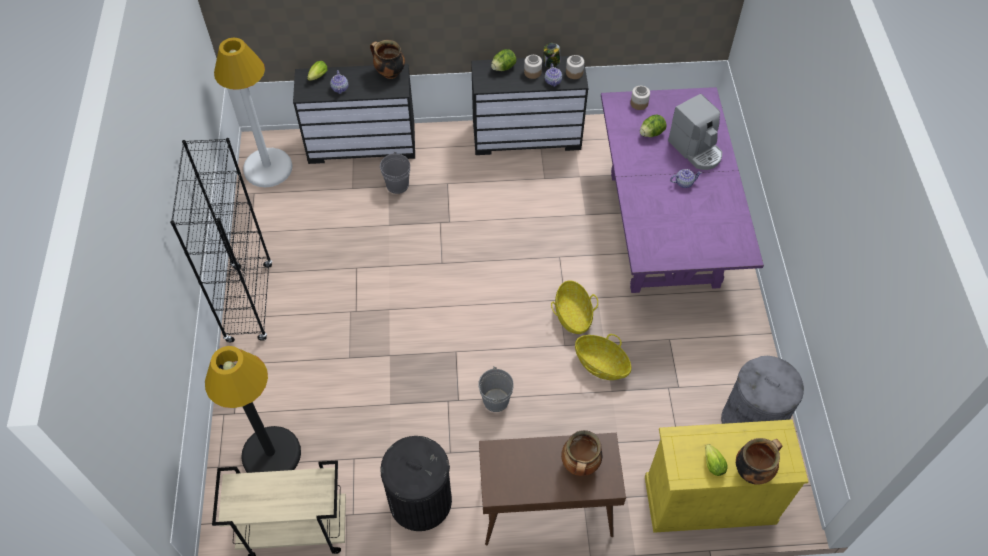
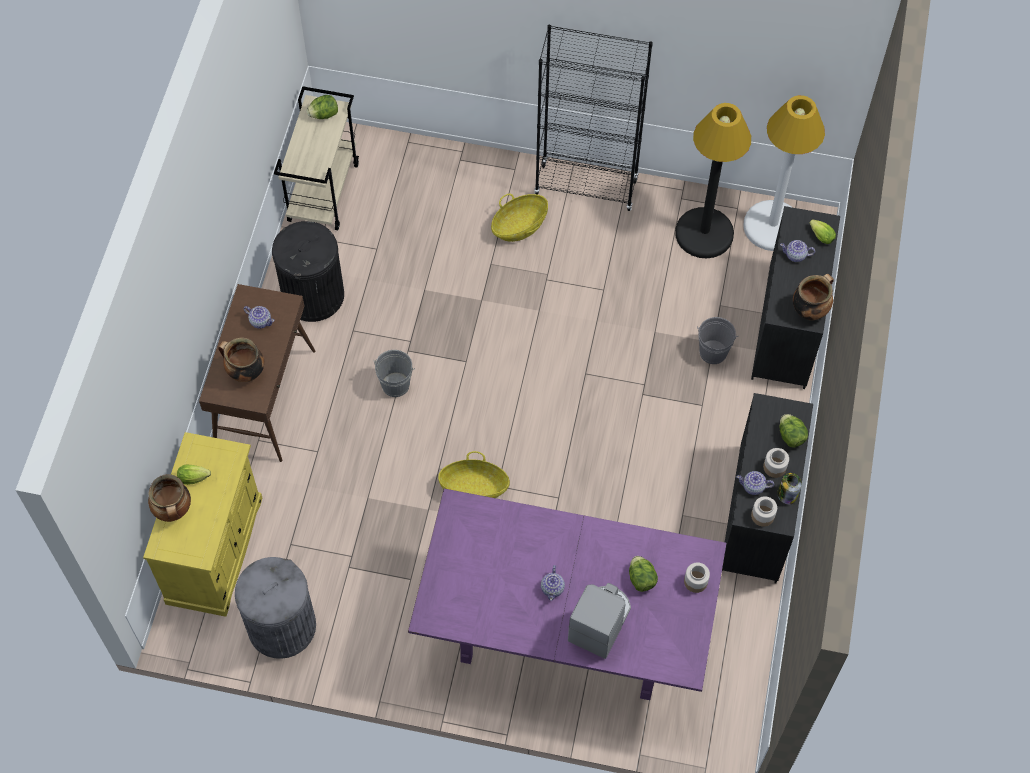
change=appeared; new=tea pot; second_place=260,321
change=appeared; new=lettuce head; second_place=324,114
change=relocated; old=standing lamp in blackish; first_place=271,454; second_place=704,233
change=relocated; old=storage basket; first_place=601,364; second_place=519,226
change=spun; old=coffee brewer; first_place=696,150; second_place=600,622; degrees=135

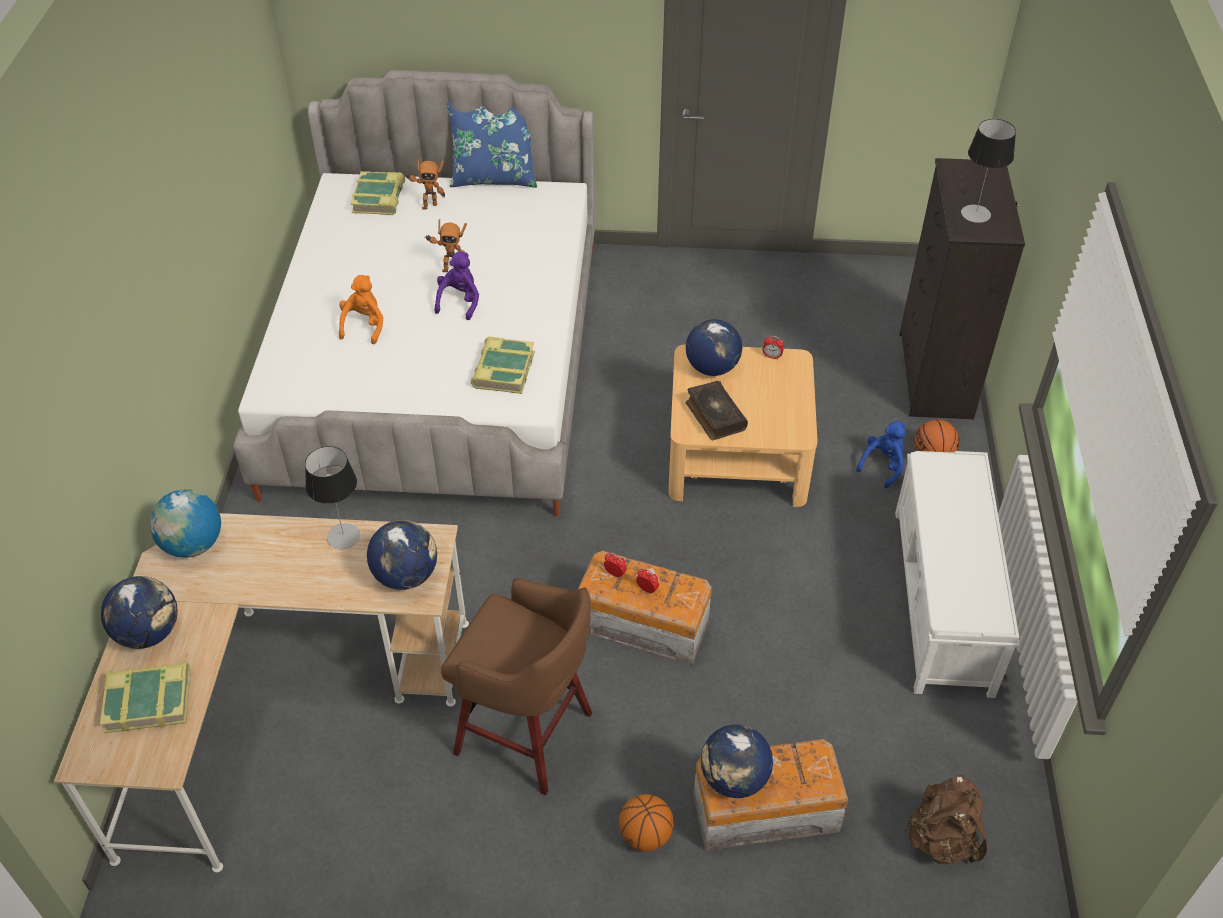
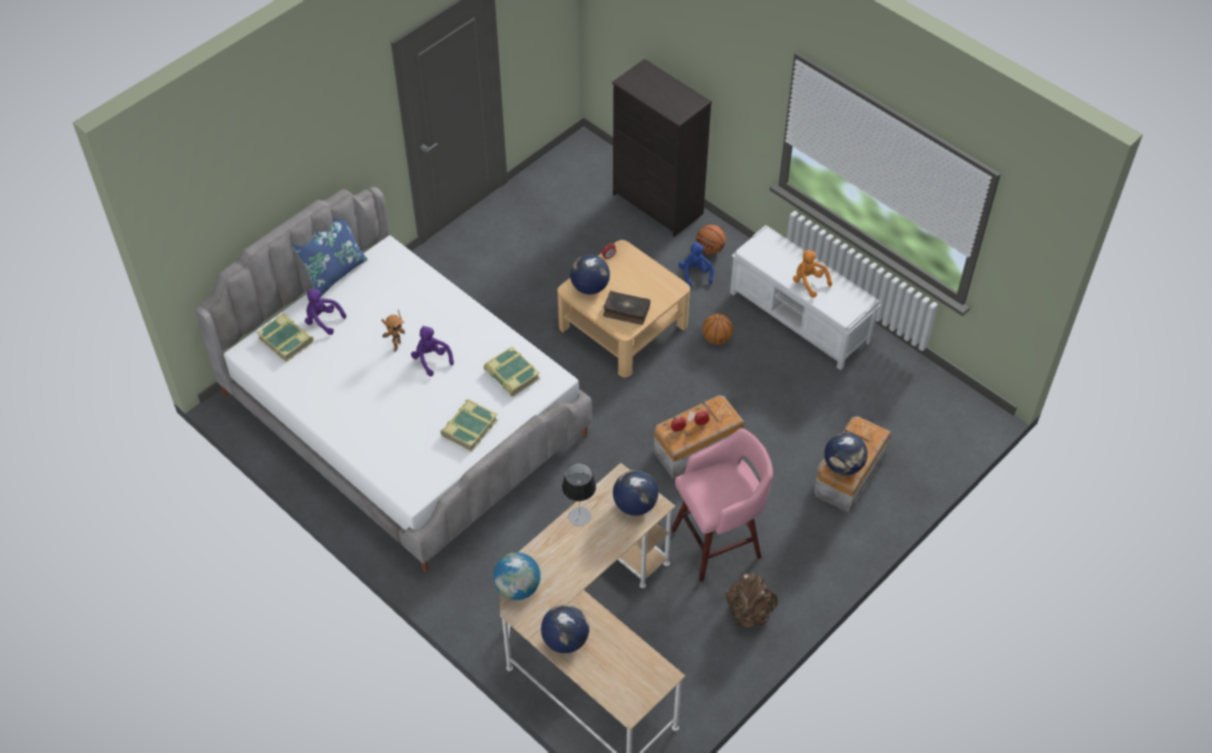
change=missing; old=table lamp; first_place=976,213
change=relocated; old=book; first_place=148,700; second_place=469,427
change=relocated; old=soft toy in orange-coloured; first_place=364,325; second_place=809,282
change=relocated; old=ball for basketball; first_place=645,835; second_place=716,338
change=relocated; old=rucksack in brownish; first_place=942,839; second_place=748,613
change=exchanged; old=model robot; new=soft toy in purple-coloured; first_place=428,205; second_place=323,320
change=colour; old=stool in brownish; new=stool in pink-coloured; first_place=527,735; second_place=719,542

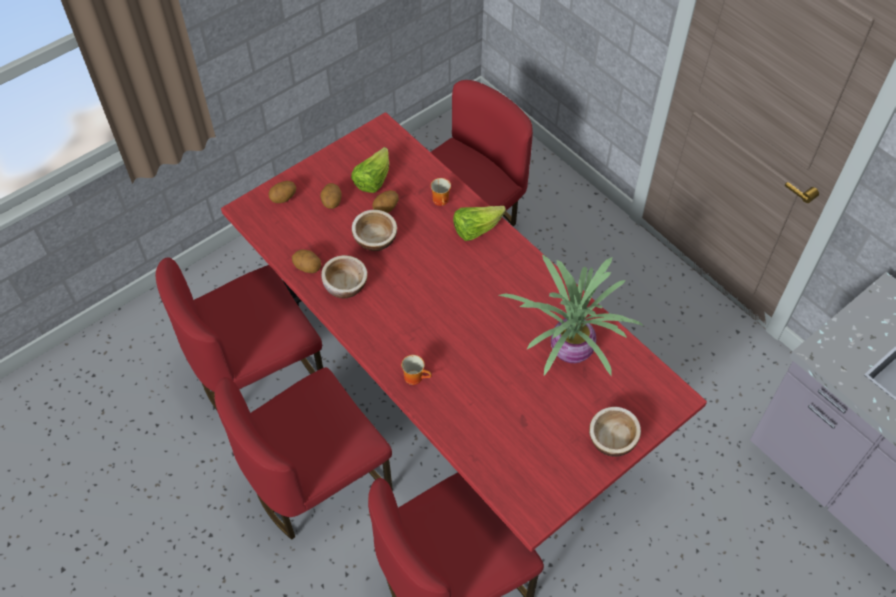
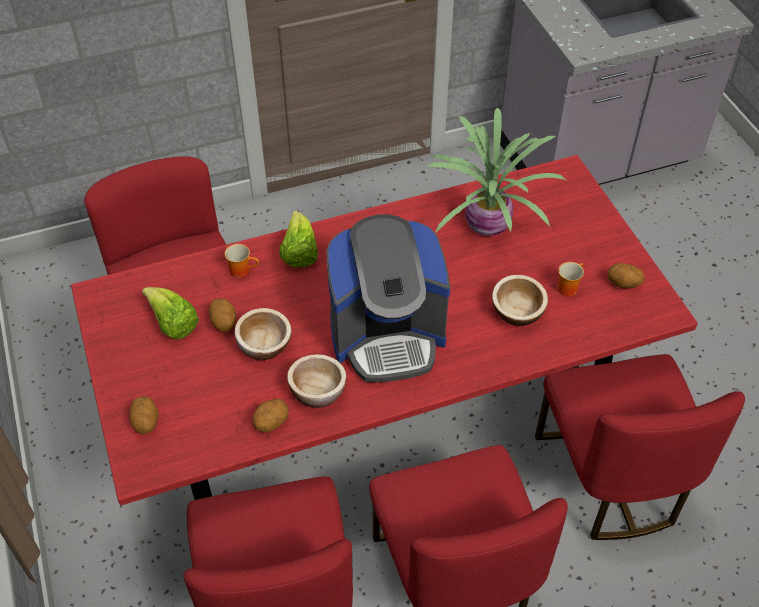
change=appeared; new=coffee brewer; second_place=387,336
change=relocated; old=spud; first_place=331,202; second_place=623,284
change=relocated; old=coffee mug; first_place=416,376; second_place=567,286
change=relocated; old=bowl; first_place=612,439; second_place=517,312

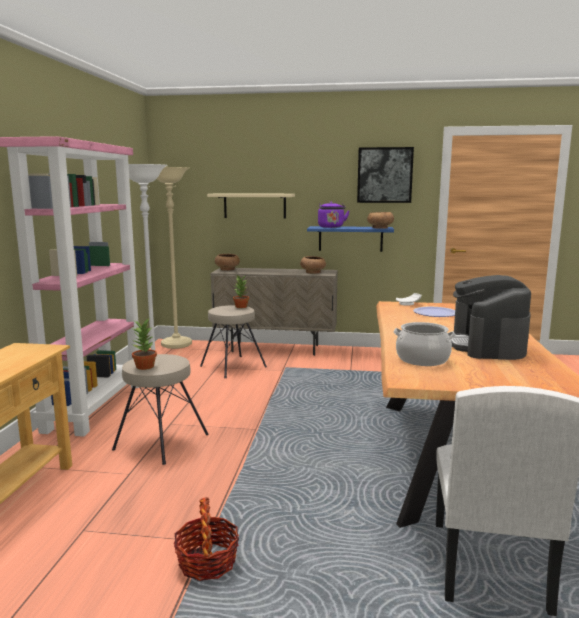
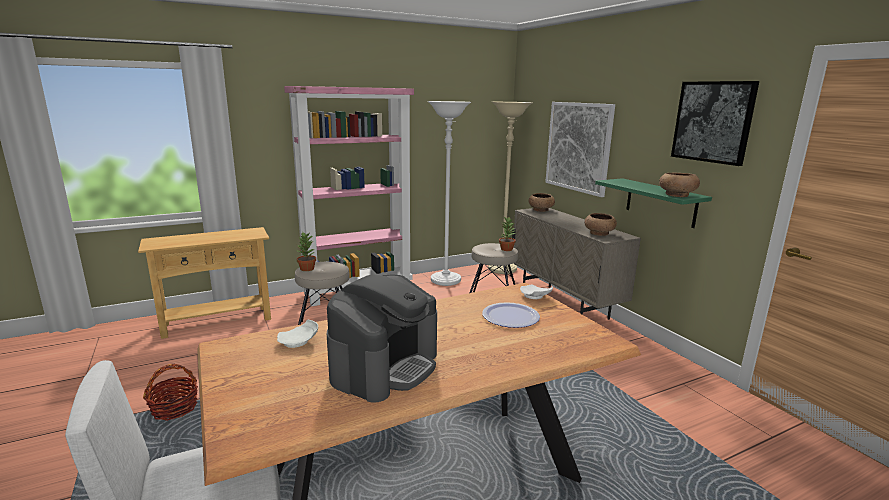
change=missing; old=water kettle in purple-coloured; first_place=331,227
change=exchanged; old=wall shelf in beige-coloured; new=picture; first_place=254,205; second_place=578,147
change=exchanged; old=saucepot; new=plate in white-coloured; first_place=422,359; second_place=299,342
change=colour; old=wall shelf in bluish; new=wall shelf in green; first_place=350,238; second_place=660,202
change=spun; old=coffee brewer; first_place=486,346; second_place=385,366; degrees=150

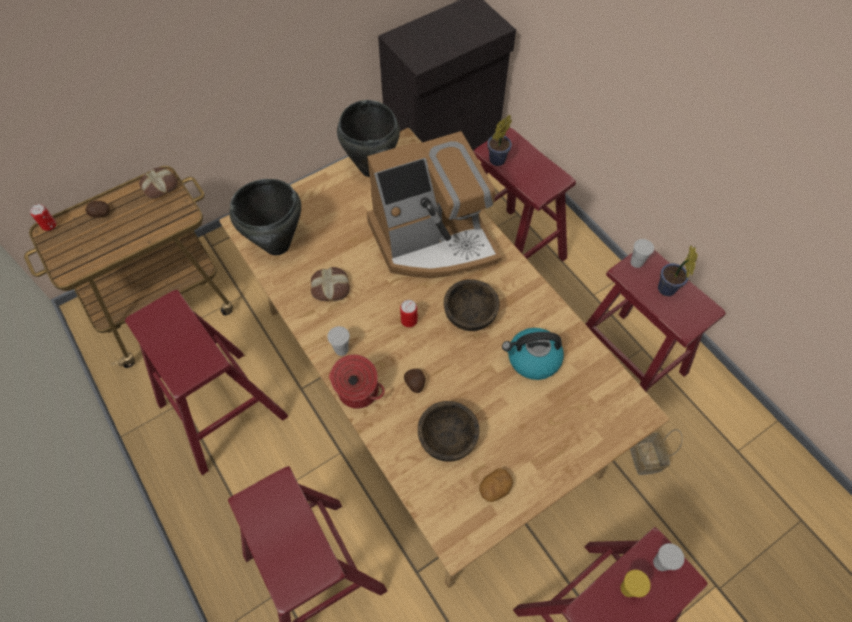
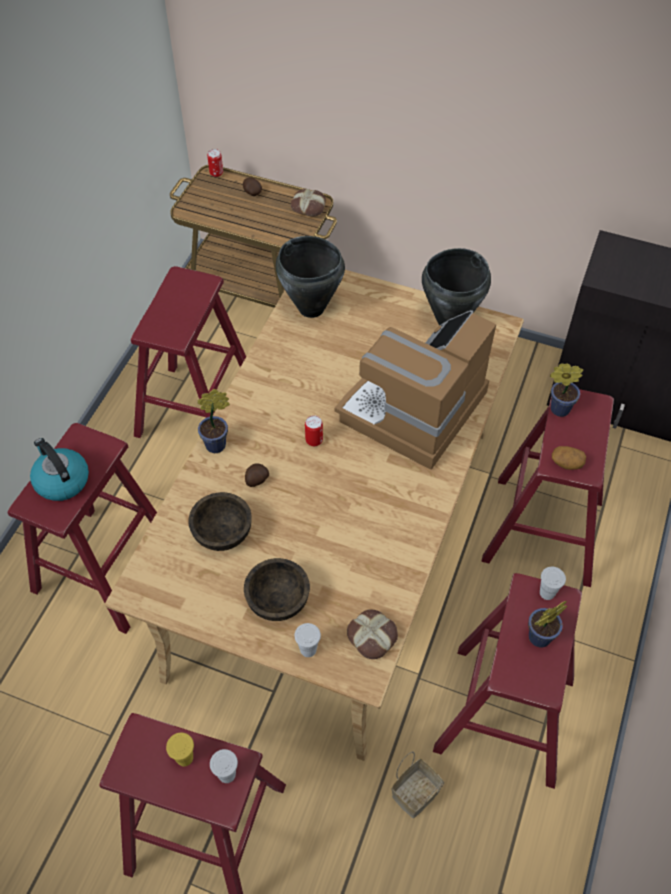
change=relocated; old=bread; first_place=330,287; second_place=373,636
change=relocated; old=drinking cup in white-coloured; first_place=341,349; second_place=308,649
change=relocated; old=bowl in brownish; first_place=470,315; second_place=278,601
change=relocated; old=spud; first_place=495,488; second_place=566,463
change=relocated; old=water kettle; first_place=532,359; second_place=61,480
change=exchanged; old=saucepot; new=houseplant; first_place=357,392; second_place=218,444
change=spun; old=coffee brewer; first_place=433,240; second_place=414,409; degrees=90

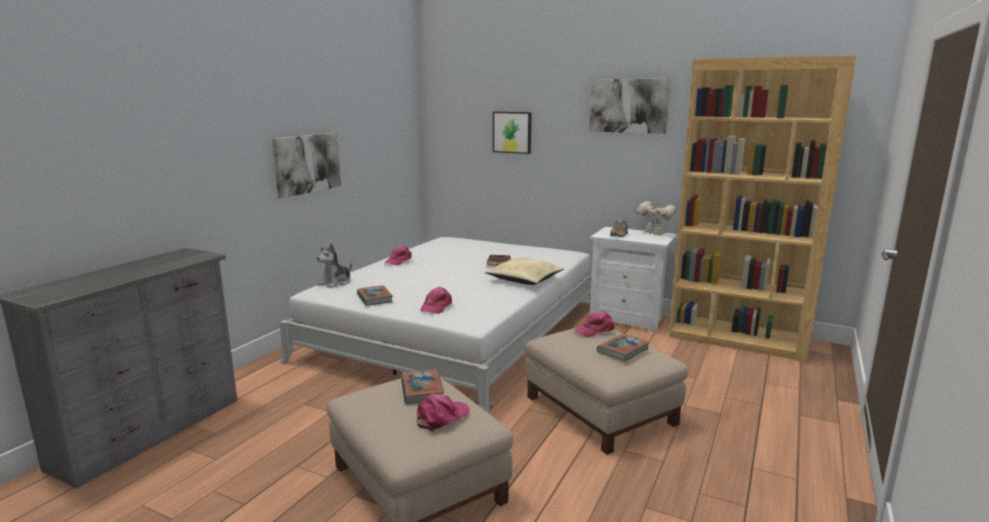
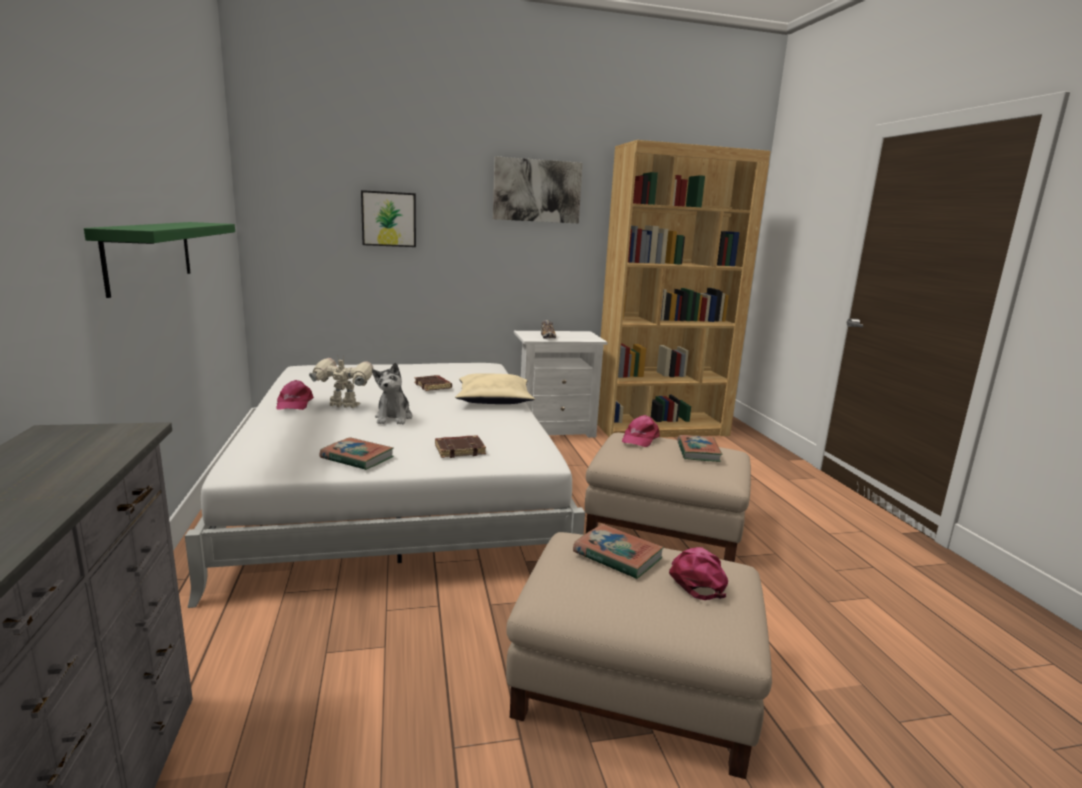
change=relocated; old=soft toy; first_place=336,283; second_place=394,418
change=relocated; old=model robot; first_place=653,233; second_place=343,406
change=exchanged; old=picture; new=wall shelf in green; first_place=307,163; second_place=150,254
change=exchanged; old=cap in pink-coloured; new=book in brownish; first_place=436,307; second_place=460,450

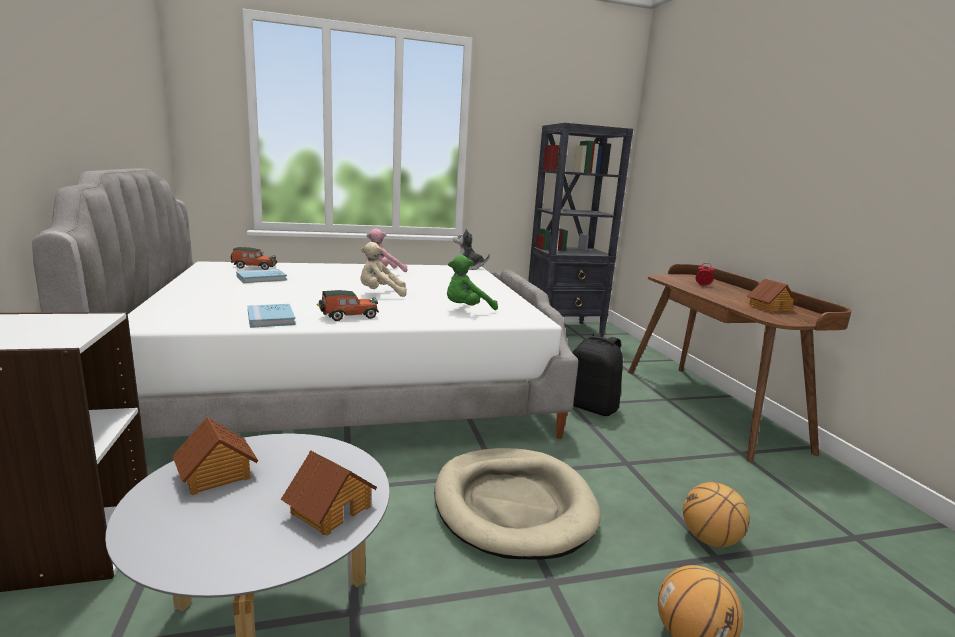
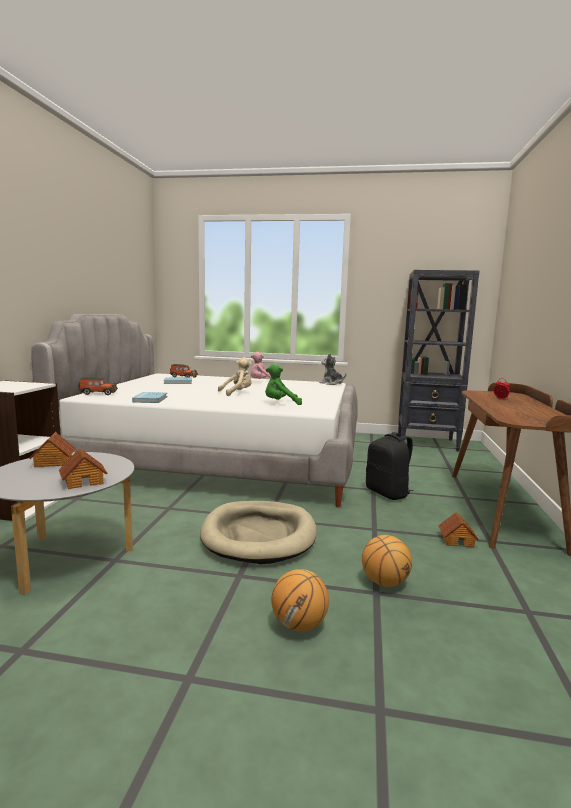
change=relocated; old=toy car; first_place=348,316; second_place=98,393
change=relocated; old=miniature house; first_place=769,308; second_place=457,540
change=spun; old=soft toy in beige-coloured; first_place=380,294; second_place=237,393; degrees=135

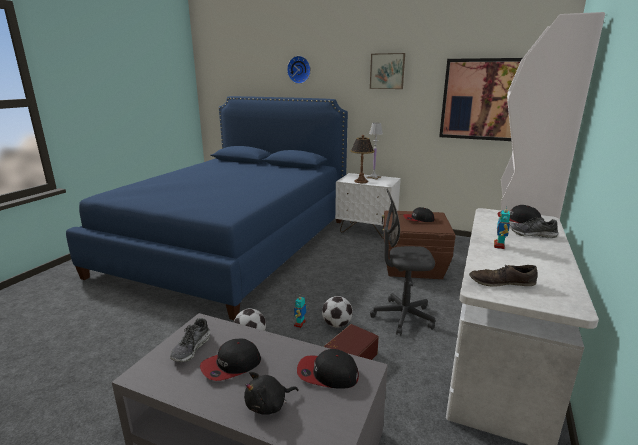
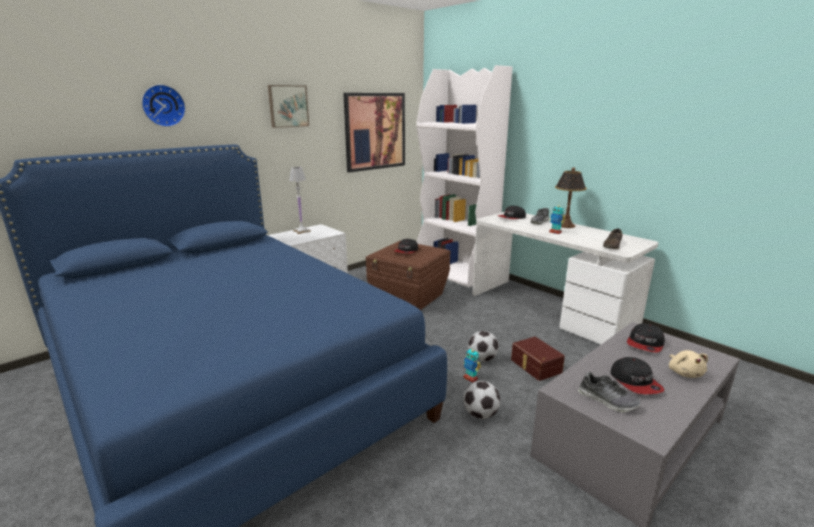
change=missing; old=office chair in grey; first_place=402,317
change=relocated; old=table lamp; first_place=361,181; second_place=565,225
change=colour; old=soft toy in blackish; new=soft toy in beige-coloured; first_place=268,405; second_place=684,373

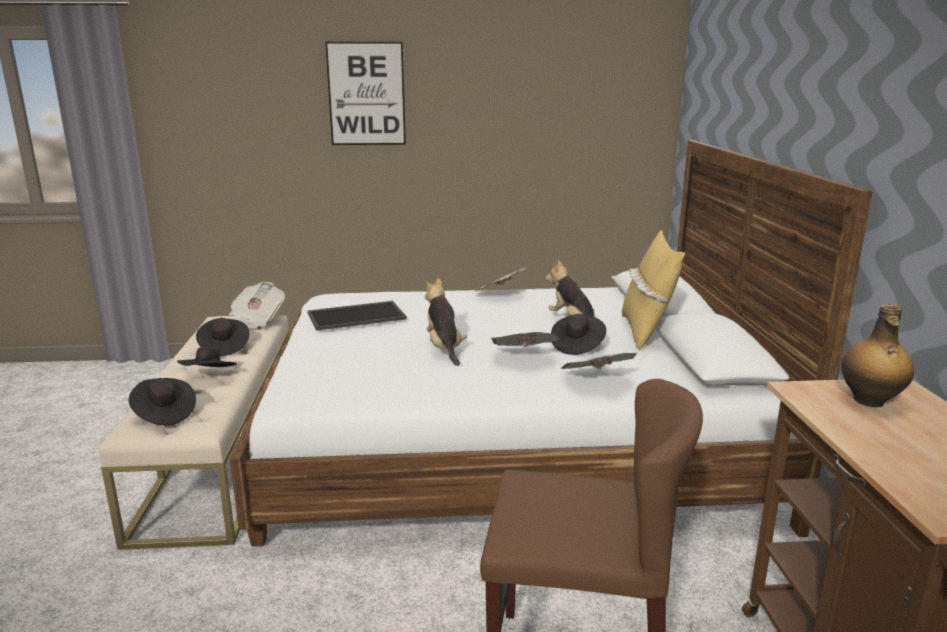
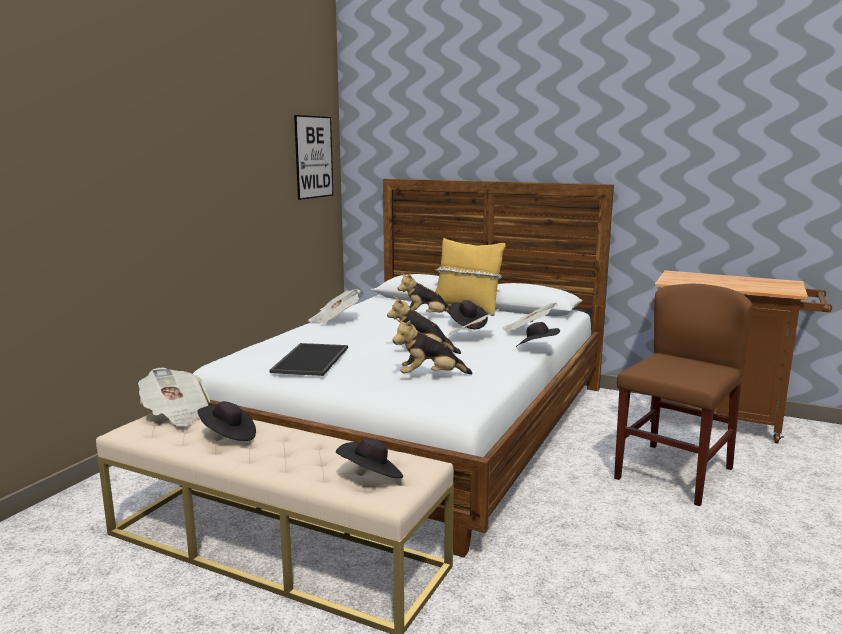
change=missing; old=drink bottle; first_place=869,401
change=appeared; new=soft toy; second_place=430,377
change=relocated; old=wearable hat in blackish; first_place=209,377; second_place=537,348
change=relocated; old=picture; first_place=366,94; second_place=314,157

